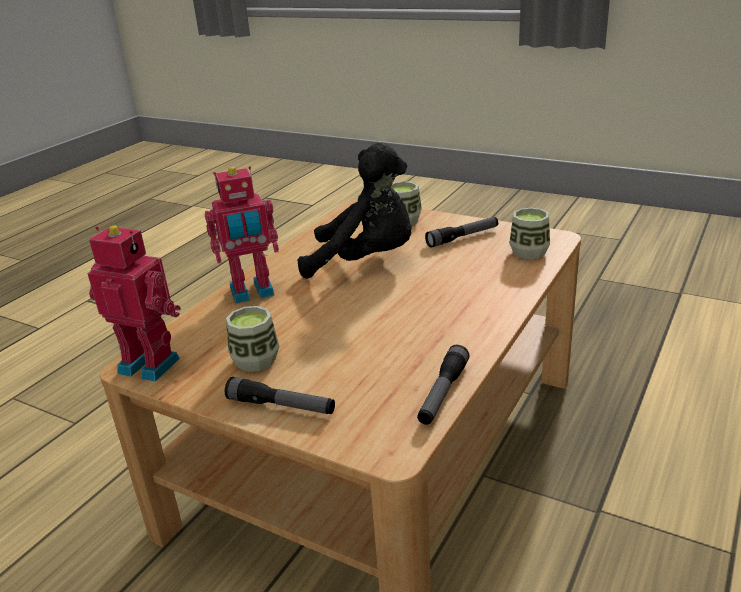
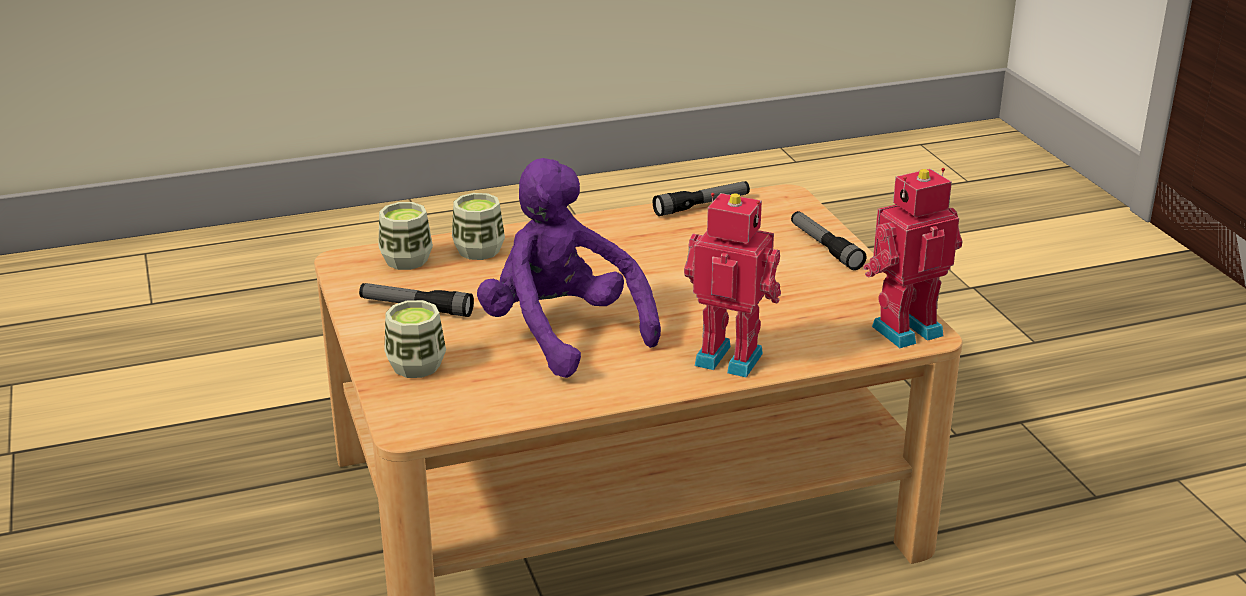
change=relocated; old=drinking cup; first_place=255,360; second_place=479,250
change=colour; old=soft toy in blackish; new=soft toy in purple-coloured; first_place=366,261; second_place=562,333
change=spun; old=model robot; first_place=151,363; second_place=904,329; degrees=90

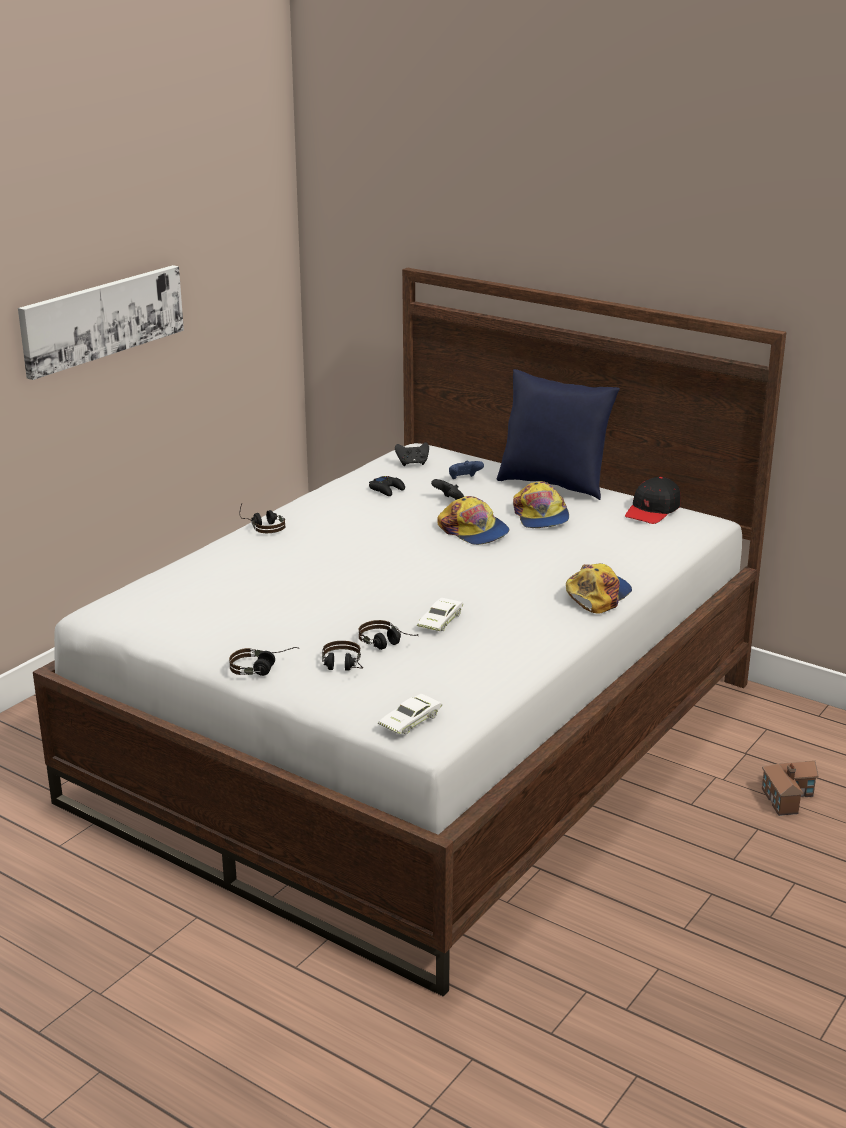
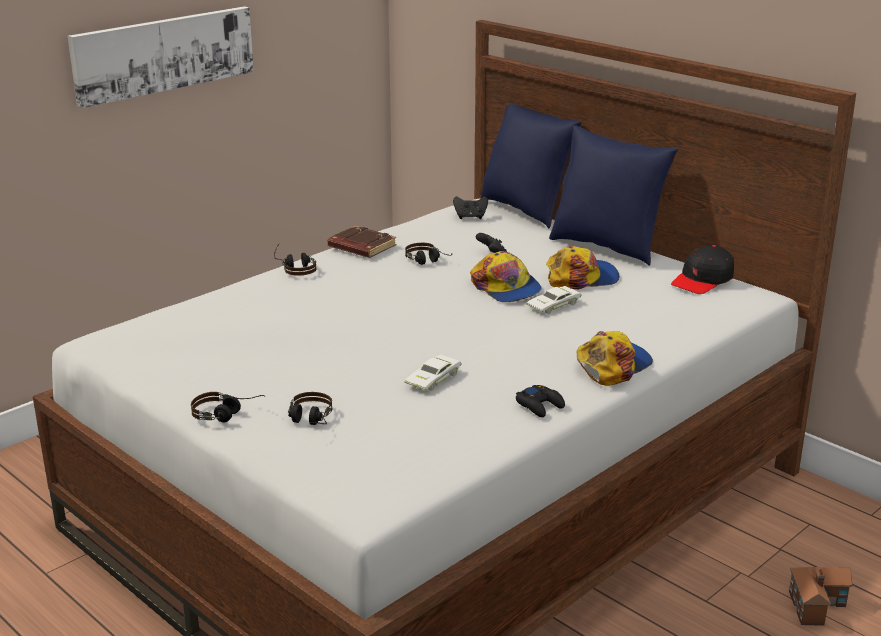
change=missing; old=game controller in bluish; first_place=464,479
change=appeared; new=book in brownish; second_place=361,247
change=appeared; new=cushion in bluish; second_place=526,210
change=relocated; old=headset; first_place=388,644; second_place=429,262
change=relocated; old=game controller in blackish; first_place=387,490; second_place=540,405
change=relocated; old=toy car in white-coloured; first_place=410,720; second_place=553,305
change=spun; old=cap; first_place=541,516; second_place=581,278; degrees=-105

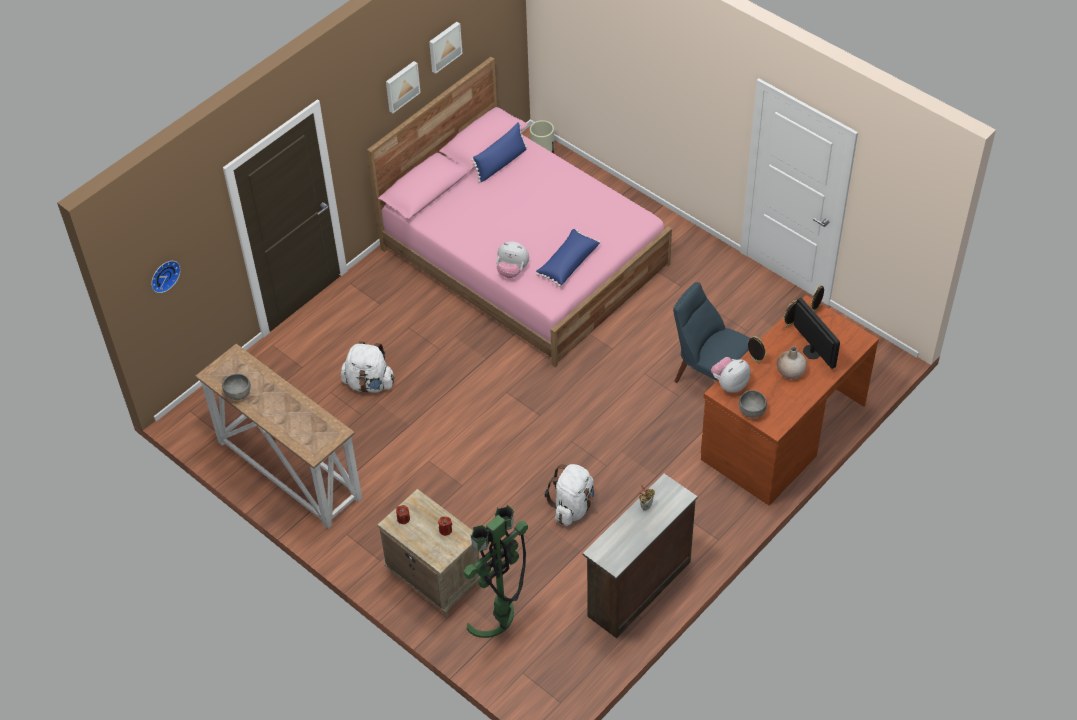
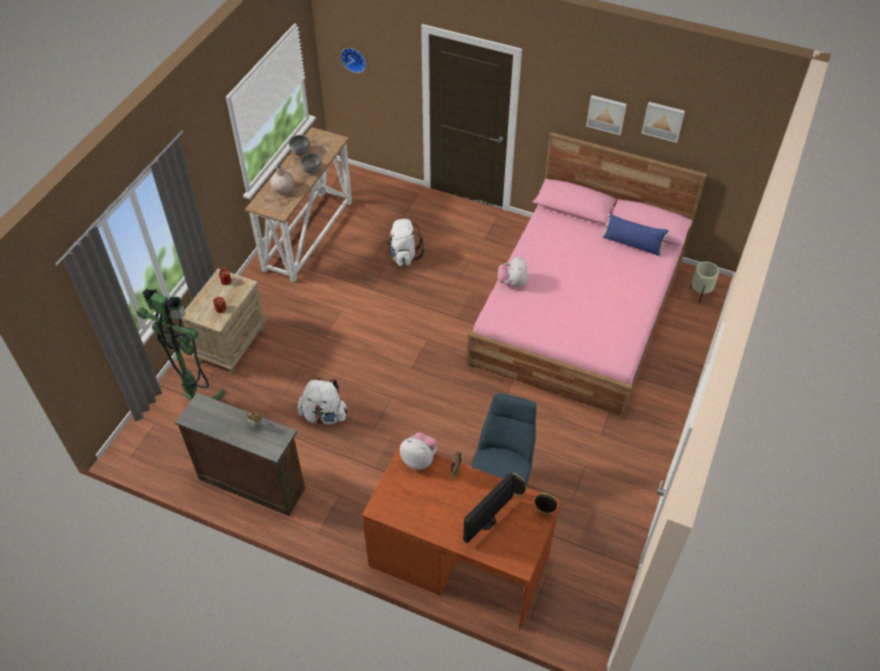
change=missing; old=cushion in bluish; first_place=567,263
change=relocated; old=bowl in grey; first_place=751,411; second_place=312,170
change=relocated; old=decorative vase in beige-coloured; first_place=790,372; second_place=283,189

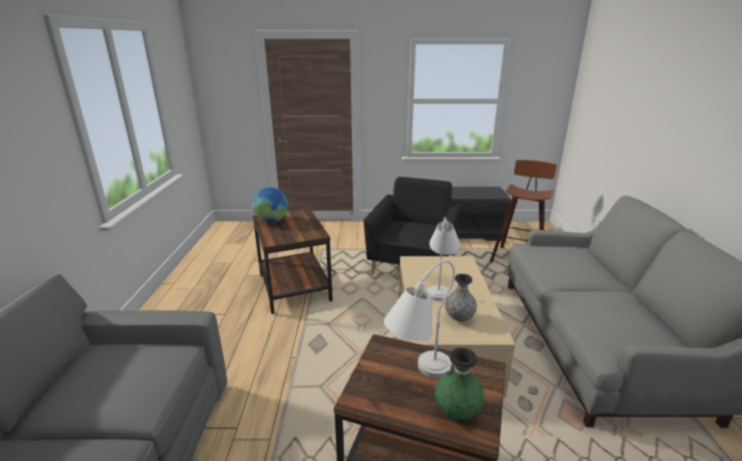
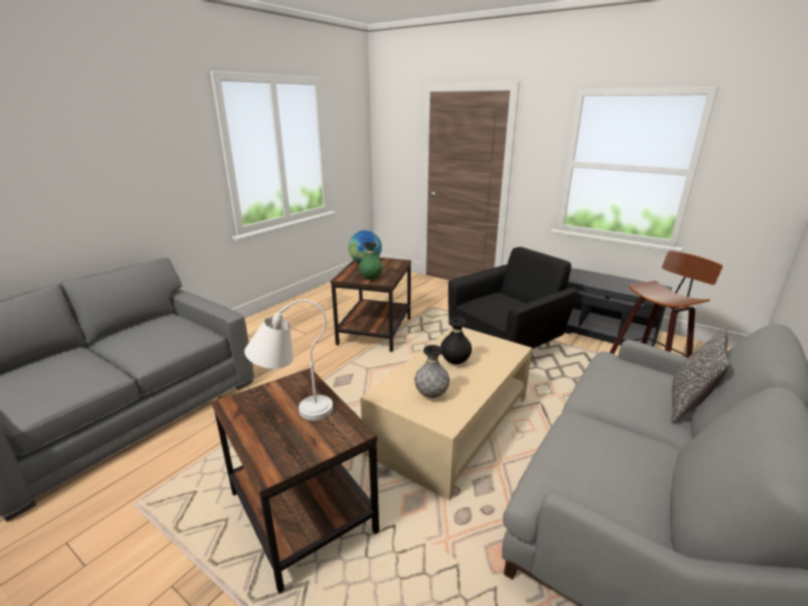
change=appeared; new=cushion; second_place=688,404
change=relocated; old=decorative vase in green; first_place=456,412; second_place=371,279
change=exchanged; old=table lamp in white-coloured; new=decorative vase in blackish; first_place=440,286; second_place=455,362

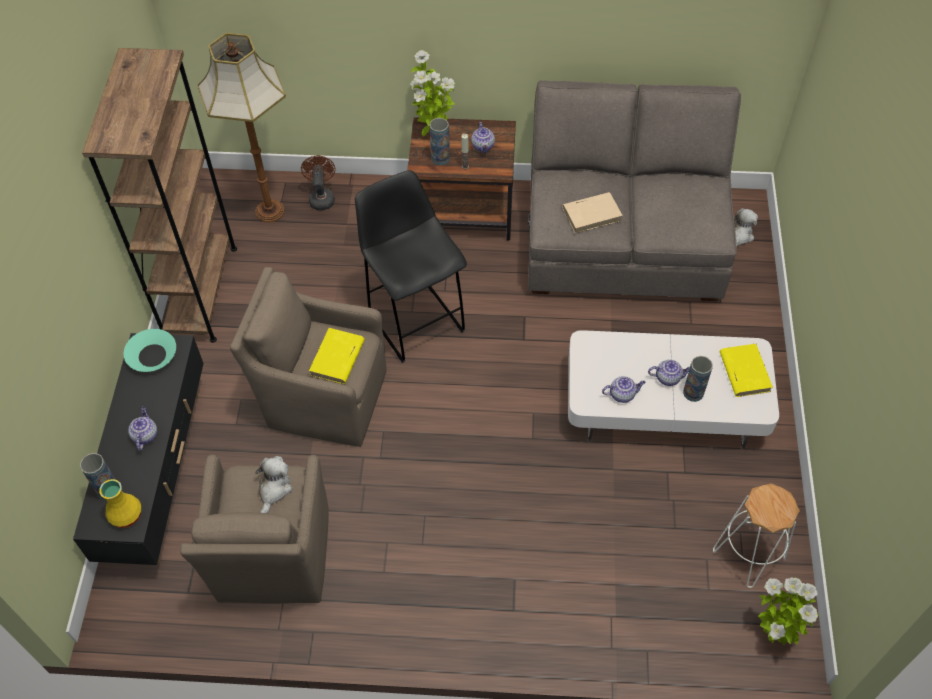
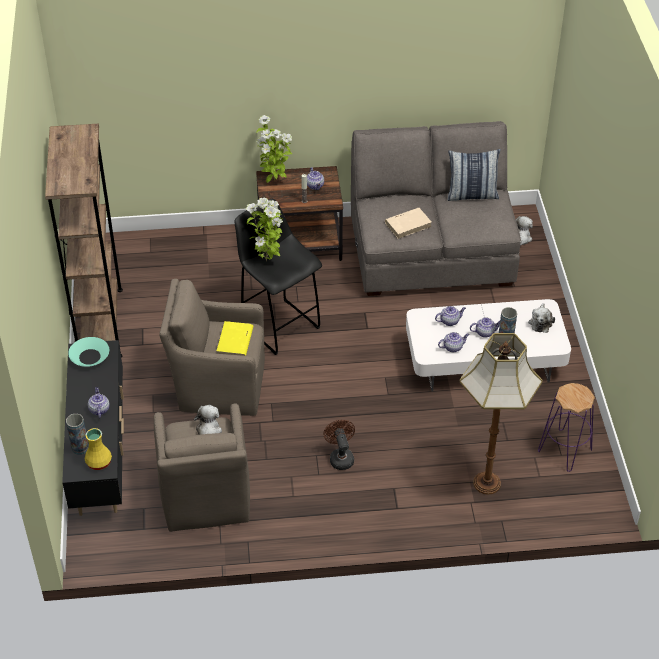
change=missing; old=decorative vase; first_place=440,158
change=appeared; new=tea pot; second_place=450,321
change=appeared; new=cushion; second_place=472,195
change=relocated; old=standing lamp; first_place=269,212; second_place=487,484
change=relocated; old=fan in brownish; first_place=321,197; second_place=340,457
change=relocated; old=houseplant; first_place=773,634; second_place=267,260
change=exchanged; old=book in yellowish; new=soft toy; first_place=744,371; second_place=540,322
change=colour; old=stool in white-coloured; new=stool in purple-coloured; first_place=749,554; second_place=565,450

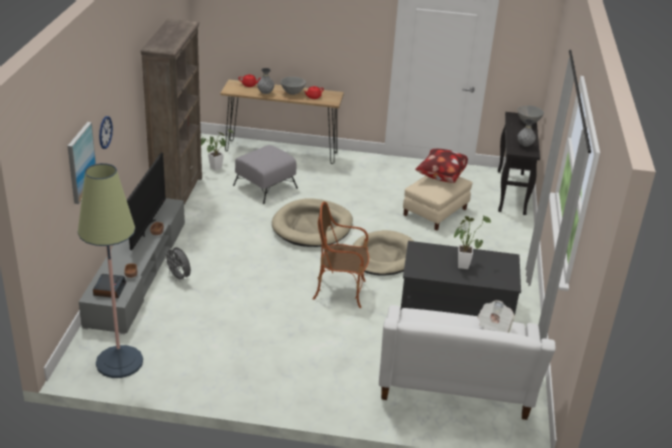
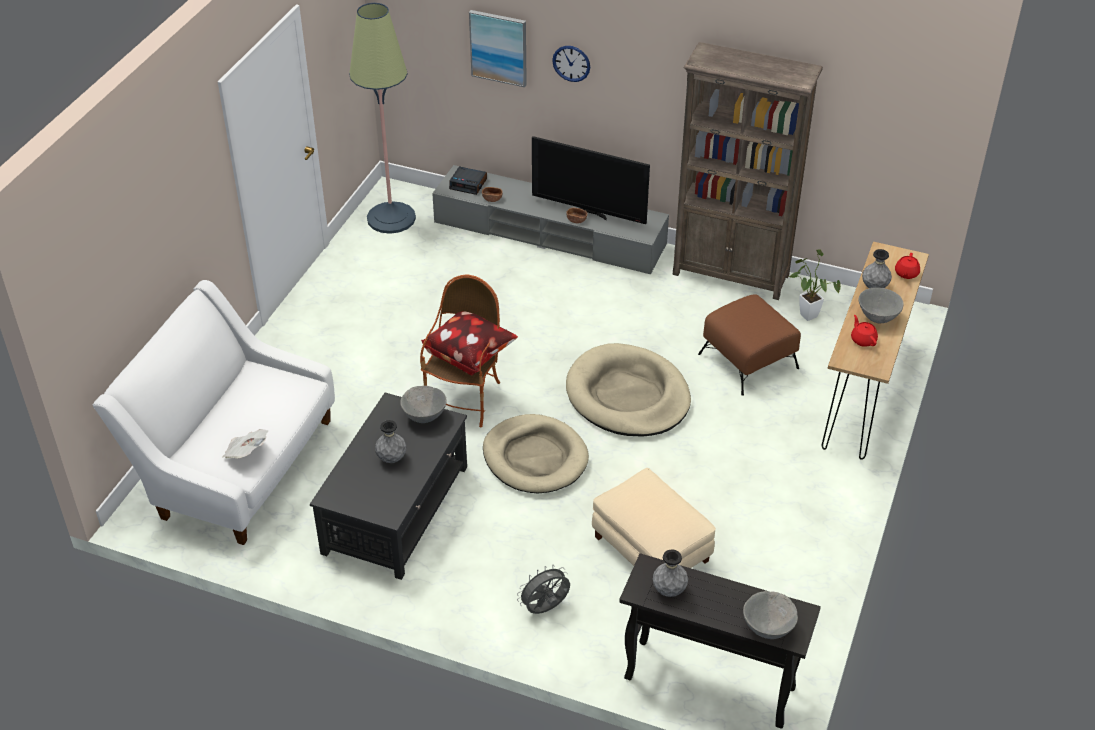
change=appeared; new=bowl in grey; second_place=424,417
change=relocated; old=fan in grey; first_place=179,278; second_place=545,609
change=relocated; old=cushion; first_place=440,176; second_place=469,355
change=exchanged; old=houseplant; new=decorative vase in grey; first_place=463,264; second_place=392,459
change=colour; old=footrest in grey; new=footrest in brownish; first_place=265,187; second_place=748,360

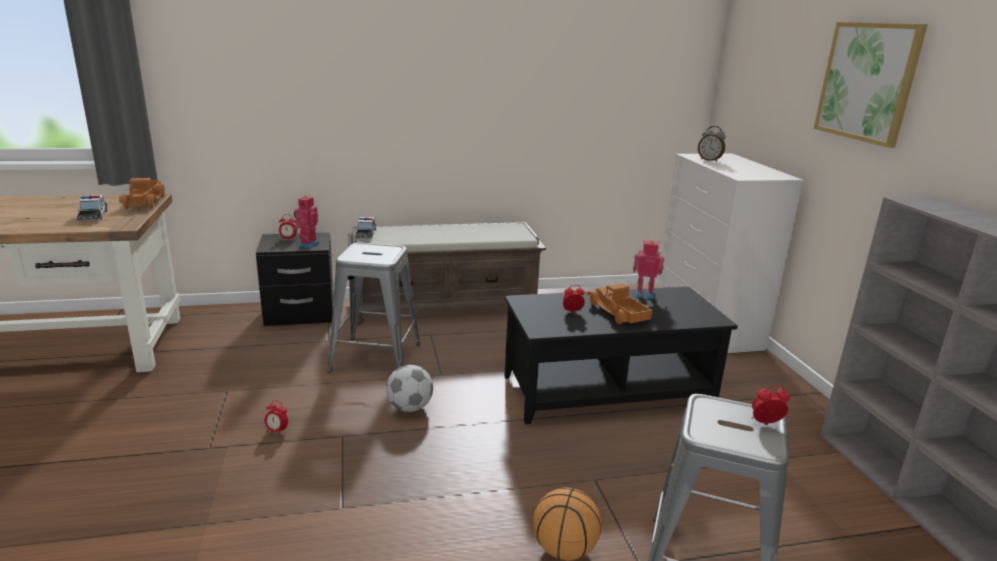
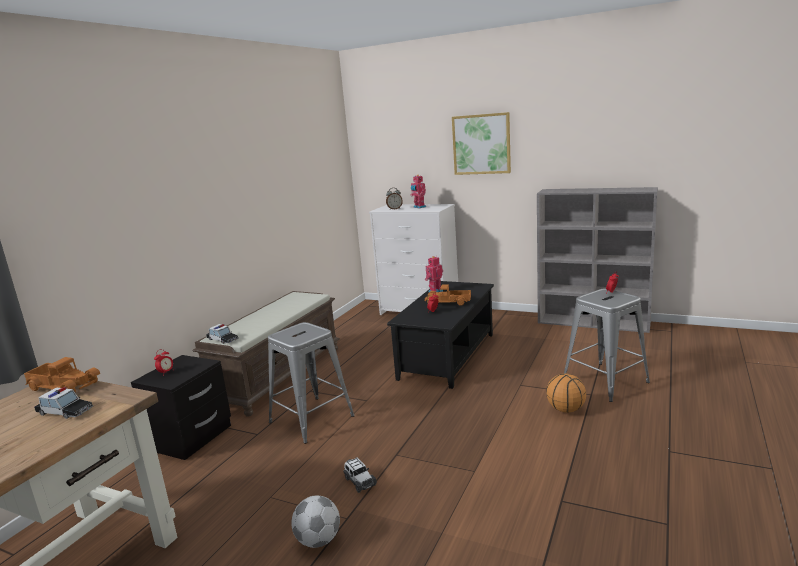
change=relocated; old=model robot; first_place=307,244; second_place=419,207
change=relocated; old=ball for football; first_place=409,407; second_place=318,540
change=exchanged; old=bedside clock; new=toy car; first_place=277,431; second_place=359,481

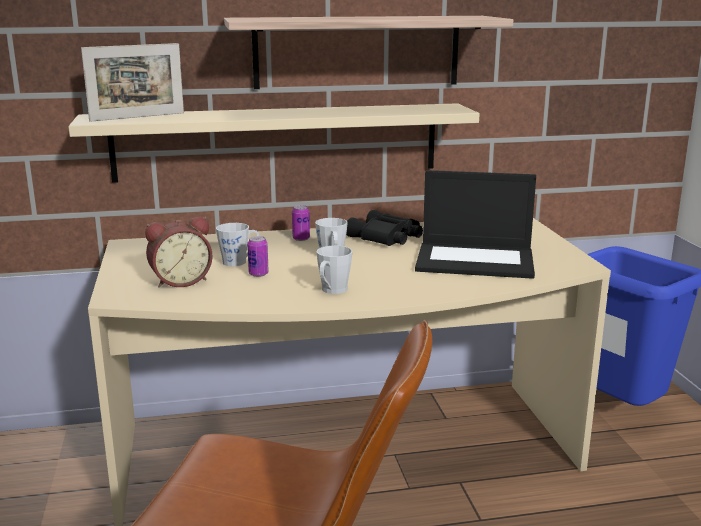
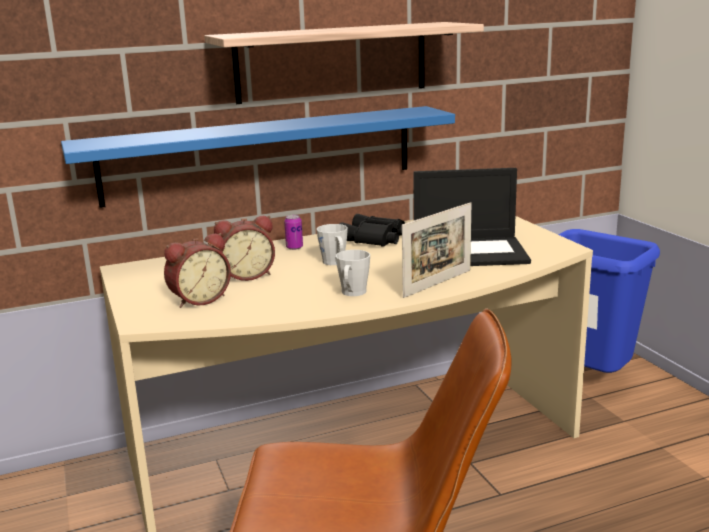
change=missing; old=can; first_place=258,274
change=relocated; old=photo frame; first_place=138,117; second_place=437,283
change=exchanged; old=coffee mug in grey; new=bedside clock; first_place=239,262; second_place=246,275
change=colour; old=wall shelf in beige-coloured; new=wall shelf in bluish; first_place=277,142; second_place=261,154

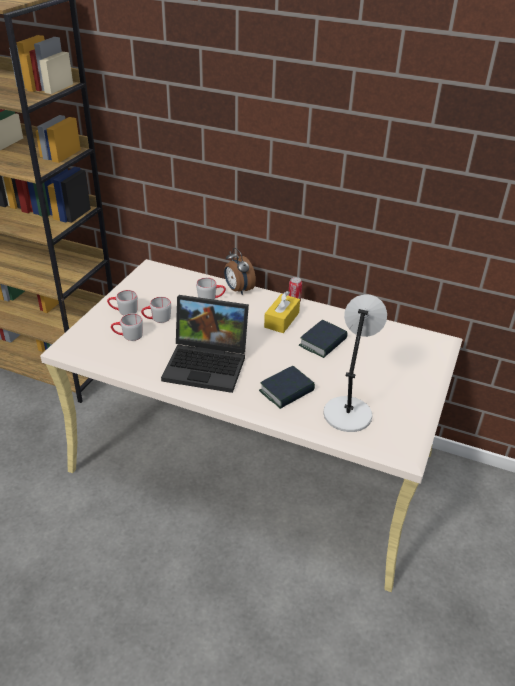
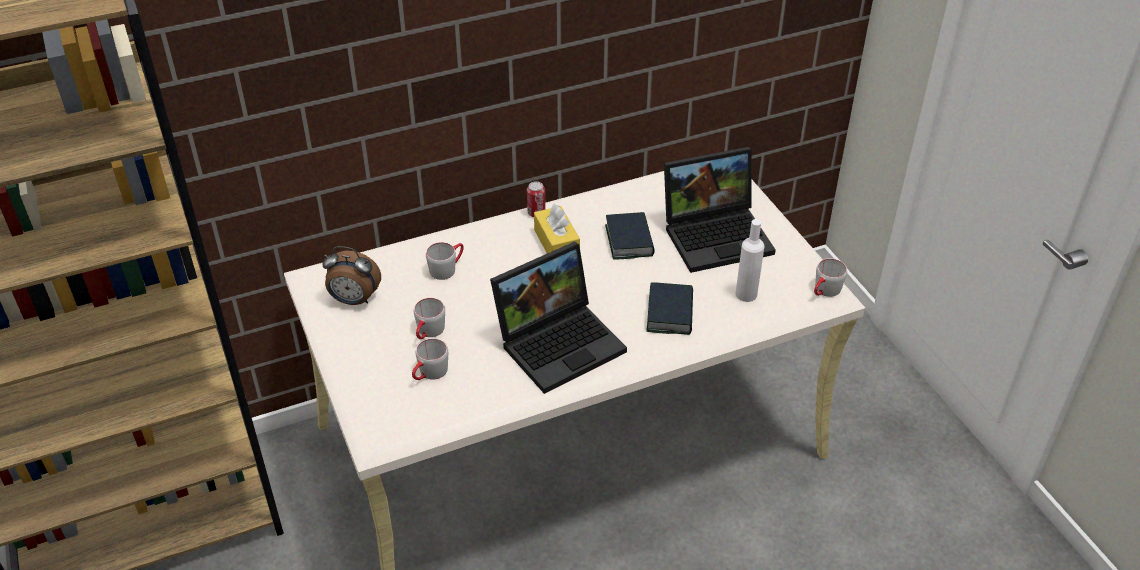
change=appeared; new=notebook computer; second_place=718,234
change=relocated; old=coffee mug in grey; first_place=123,311; second_place=824,291
change=relocated; old=bedside clock; first_place=238,290; second_place=354,300
change=exchanged; old=table lamp in grey; new=drink bottle in white-coloured; first_place=348,412; second_place=746,294

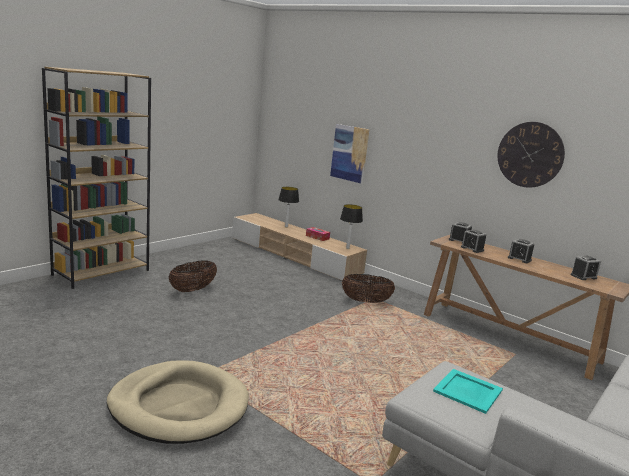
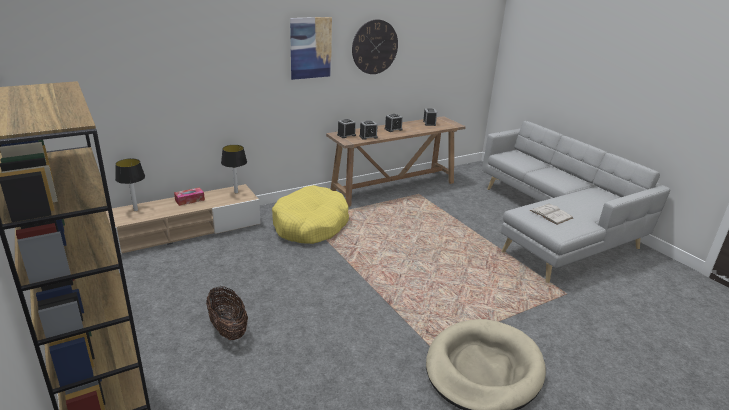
change=relocated; old=picture; first_place=349,153; second_place=310,48
change=exchanged; old=storage basket; new=pet bed in yellowish; first_place=366,301; second_place=310,225
change=exchanged; old=carrying tray in blue-green; new=book in white-coloured; first_place=468,391; second_place=551,214

